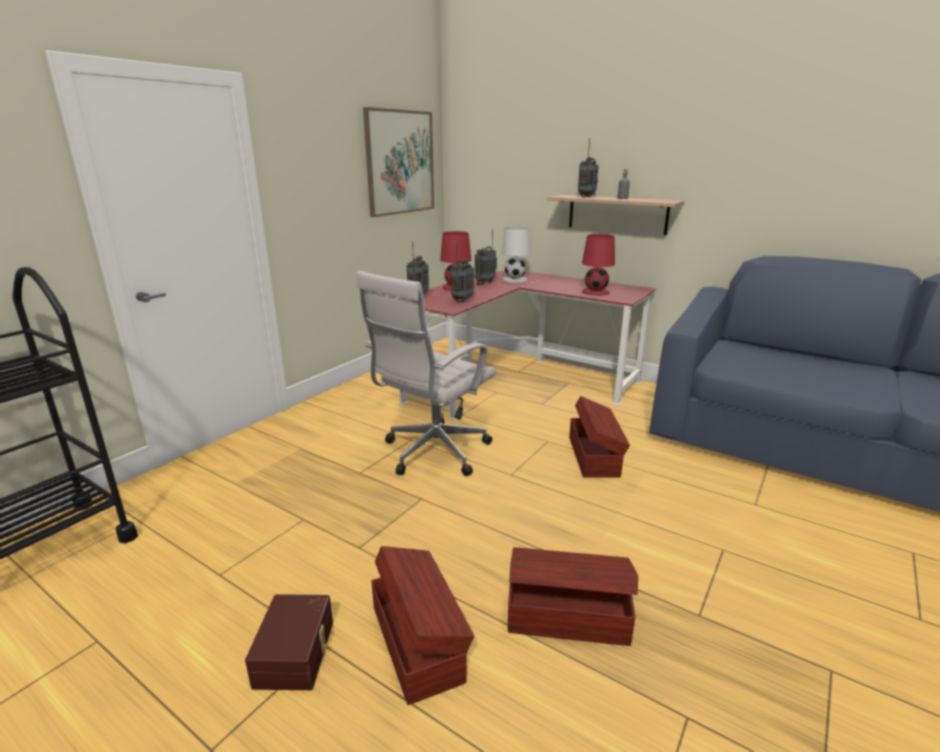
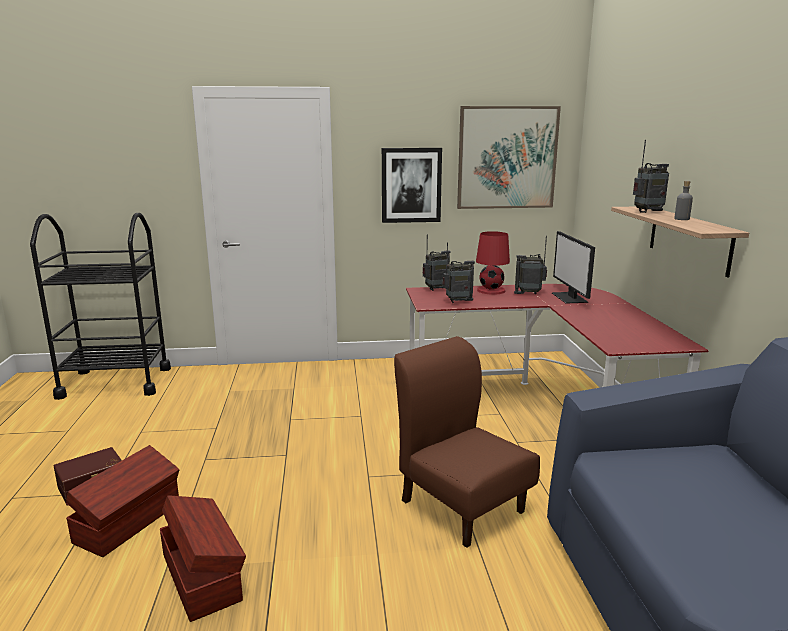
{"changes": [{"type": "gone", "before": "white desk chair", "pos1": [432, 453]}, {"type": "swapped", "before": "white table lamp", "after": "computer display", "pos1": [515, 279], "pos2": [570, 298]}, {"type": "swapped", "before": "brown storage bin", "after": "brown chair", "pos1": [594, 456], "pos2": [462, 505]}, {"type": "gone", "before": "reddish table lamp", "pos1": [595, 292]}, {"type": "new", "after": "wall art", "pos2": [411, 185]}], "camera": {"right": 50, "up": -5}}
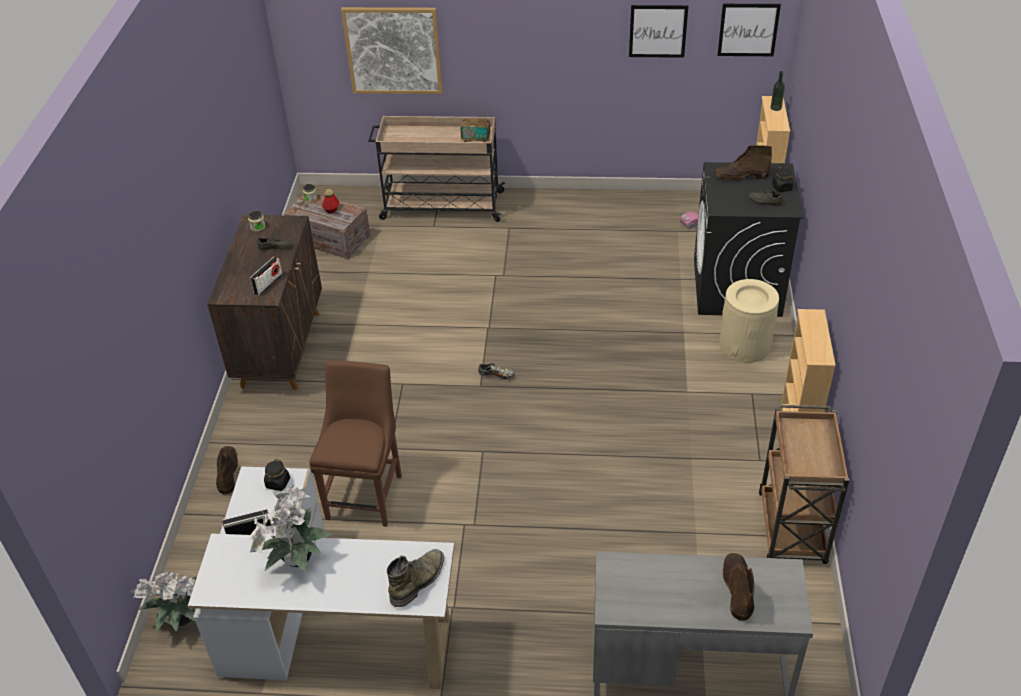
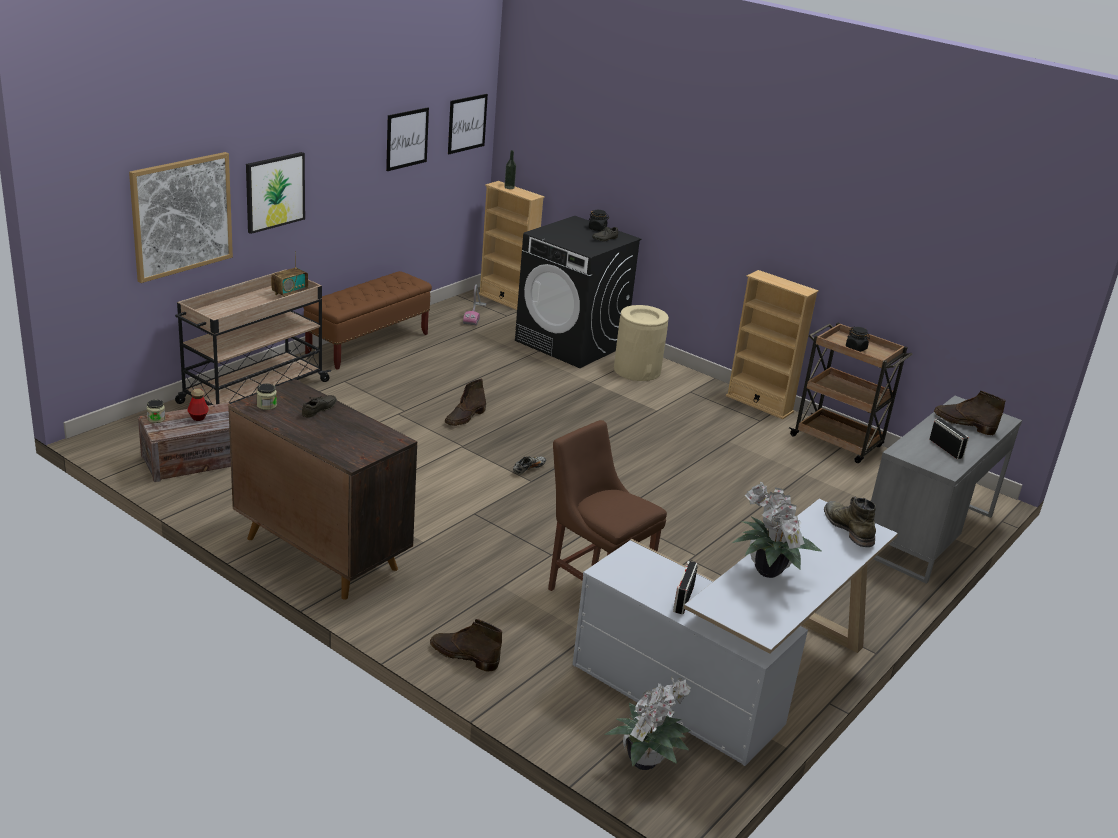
{"changes": [{"type": "shifted", "before": "radio set", "pos1": [268, 284], "pos2": [946, 448]}, {"type": "shifted", "before": "black jar", "pos1": [278, 483], "pos2": [856, 348]}, {"type": "shifted", "before": "brown tall boot", "pos1": [740, 176], "pos2": [465, 417]}, {"type": "new", "after": "wall art", "pos2": [274, 191]}, {"type": "new", "after": "brown bench", "pos2": [368, 344]}], "camera": {"right": -60, "up": -15}}
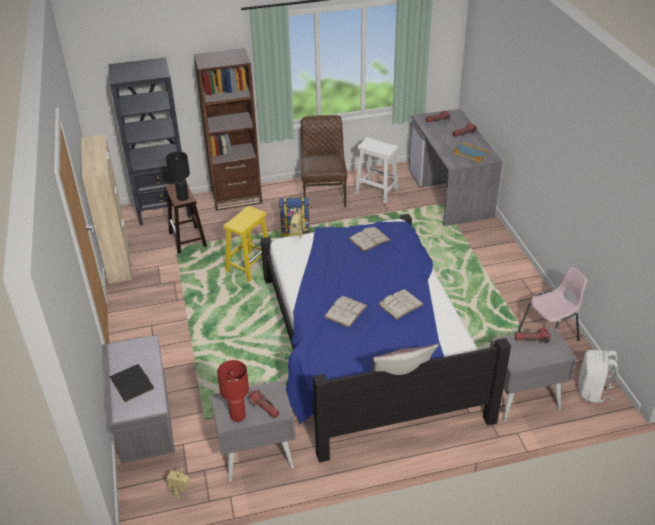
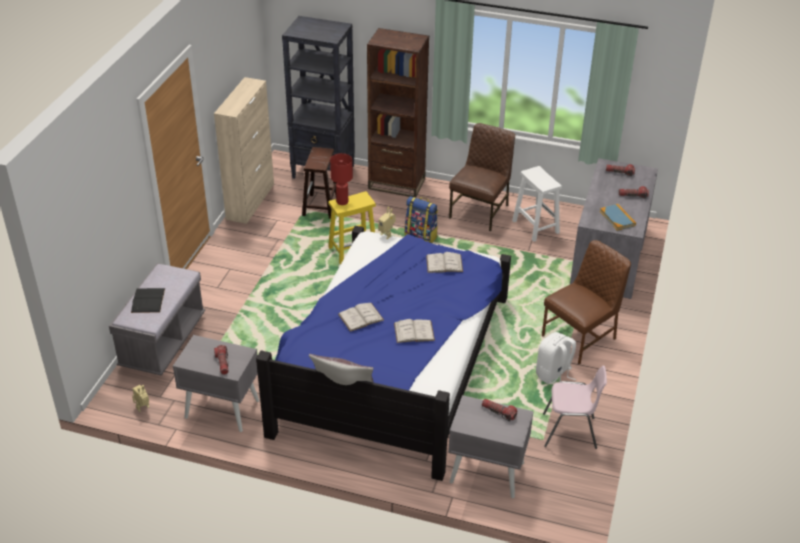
{"changes": [{"type": "gone", "before": "black table lamp", "pos1": [183, 198]}, {"type": "shifted", "before": "reddish table lamp", "pos1": [238, 415], "pos2": [342, 202]}, {"type": "shifted", "before": "white backpack", "pos1": [592, 391], "pos2": [553, 375]}, {"type": "new", "after": "brown chair", "pos2": [580, 337]}], "camera": {"right": 30, "up": 0}}
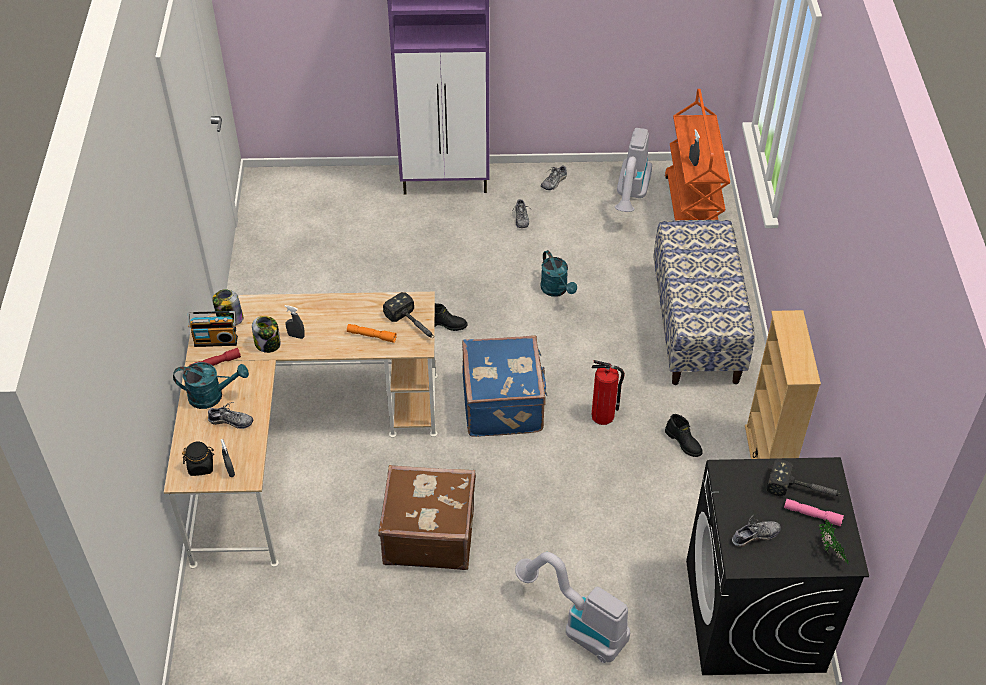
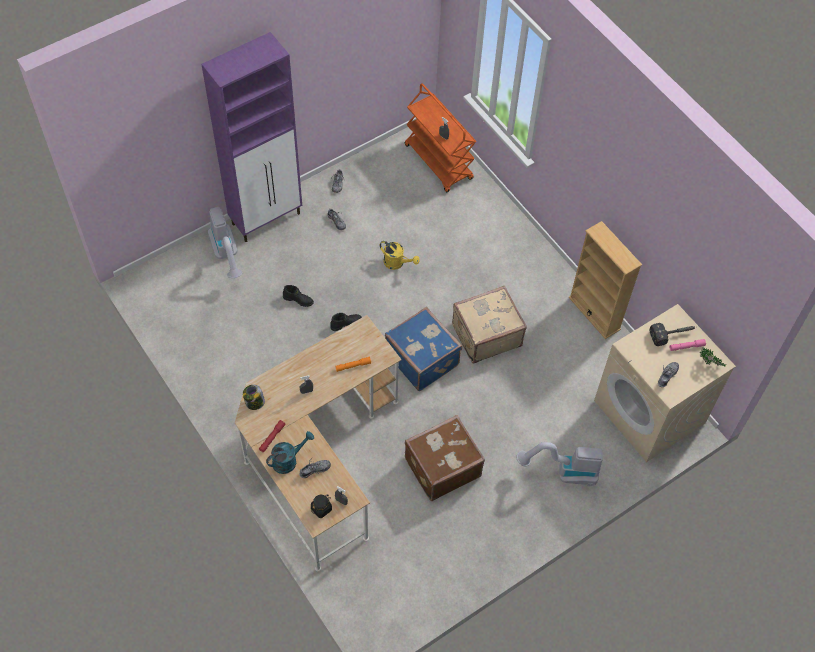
{"changes": [{"type": "gone", "before": "radio set", "pos1": [216, 340]}, {"type": "gone", "before": "jar", "pos1": [268, 344]}, {"type": "gone", "before": "hammer", "pos1": [413, 325]}, {"type": "repainted", "before": "turquoise-coloured sprinkling can", "after": "yellowish sprinkling can", "pos1": [556, 290], "pos2": [397, 263]}, {"type": "swapped", "before": "extinguisher", "after": "sand-coloured suitcase", "pos1": [603, 416], "pos2": [485, 334]}, {"type": "shifted", "before": "vacuum", "pos1": [631, 196], "pos2": [227, 256]}, {"type": "gone", "before": "bench", "pos1": [697, 327]}, {"type": "shifted", "before": "black tall boot", "pos1": [684, 442], "pos2": [298, 299]}, {"type": "repainted", "before": "black laundry machine", "after": "sand-coloured laundry machine", "pos1": [755, 616], "pos2": [650, 412]}], "camera": {"right": -35, "up": 10}}
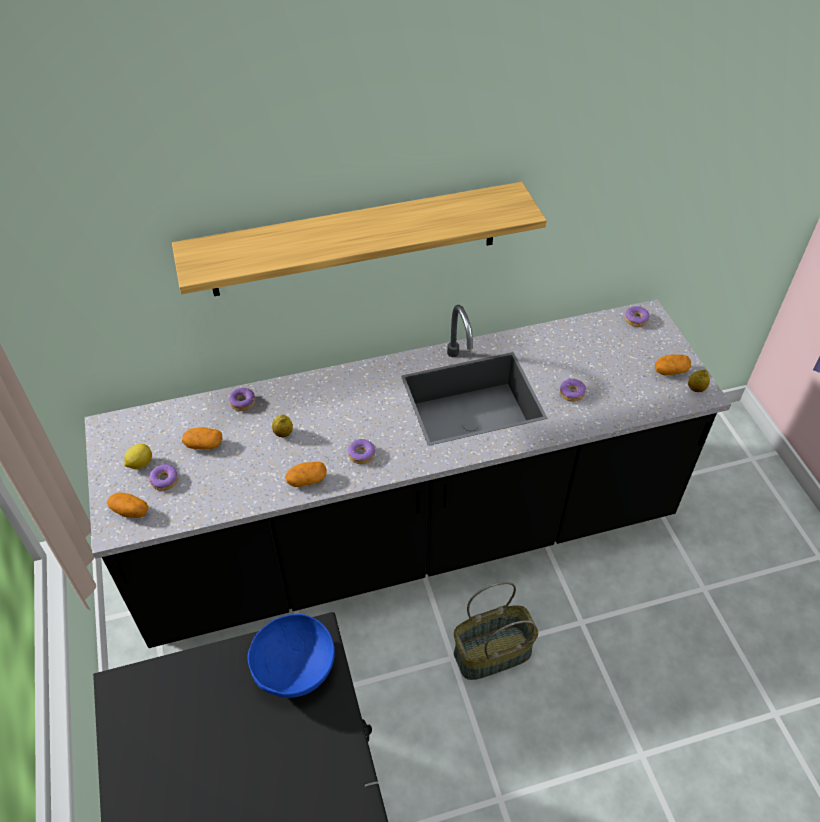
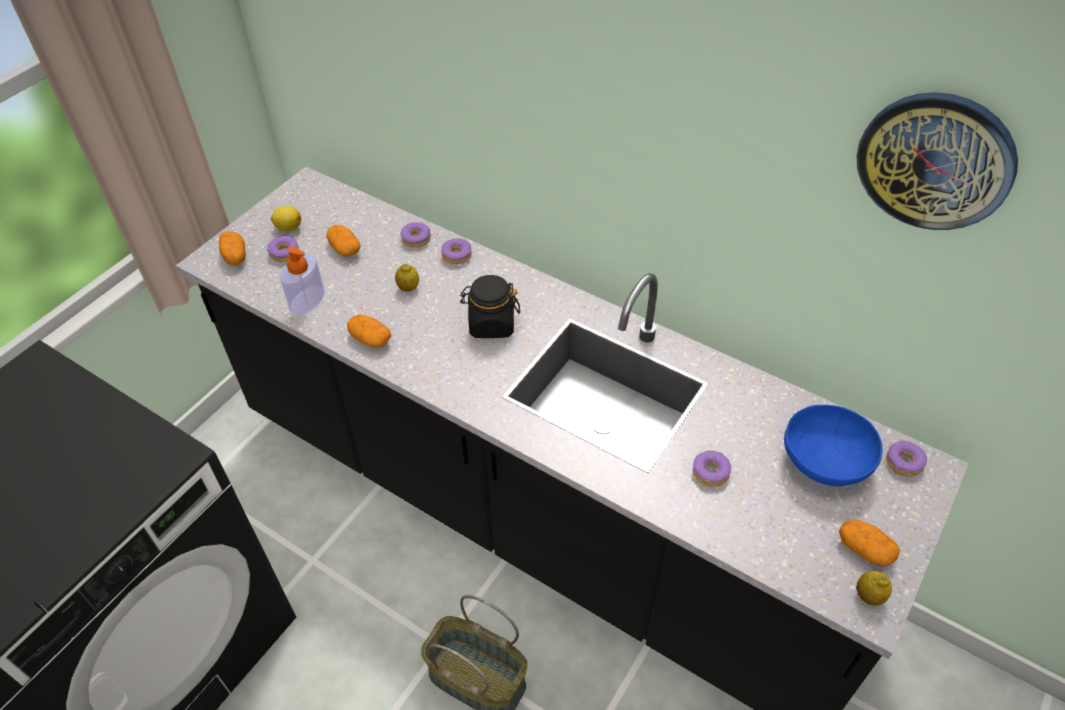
{"changes": [{"type": "gone", "before": "bracket shelf", "pos1": [355, 240]}, {"type": "shifted", "before": "bluish bowl", "pos1": [295, 669], "pos2": [824, 463]}, {"type": "shifted", "before": "doughnut", "pos1": [361, 454], "pos2": [457, 255]}, {"type": "new", "after": "soap dispenser", "pos2": [307, 300]}, {"type": "new", "after": "black jar", "pos2": [491, 324]}, {"type": "new", "after": "clock on the wall", "pos2": [935, 161]}], "camera": {"right": 50, "up": 0}}
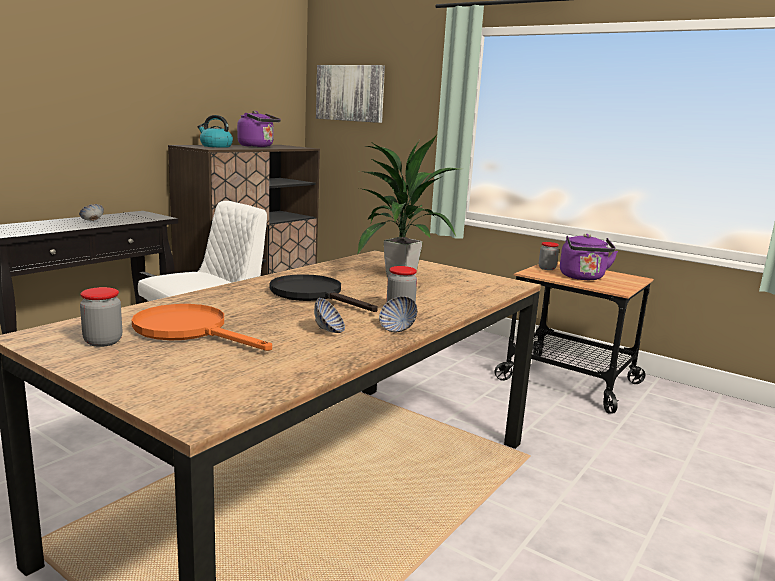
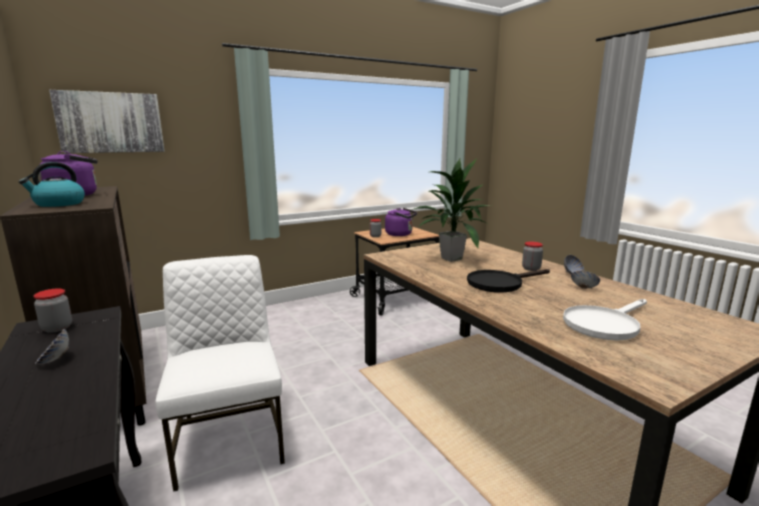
{"changes": [{"type": "shifted", "before": "jar", "pos1": [103, 342], "pos2": [57, 328]}, {"type": "repainted", "before": "orange skillet", "after": "white skillet", "pos1": [190, 331], "pos2": [604, 324]}], "camera": {"right": -65, "up": 0}}
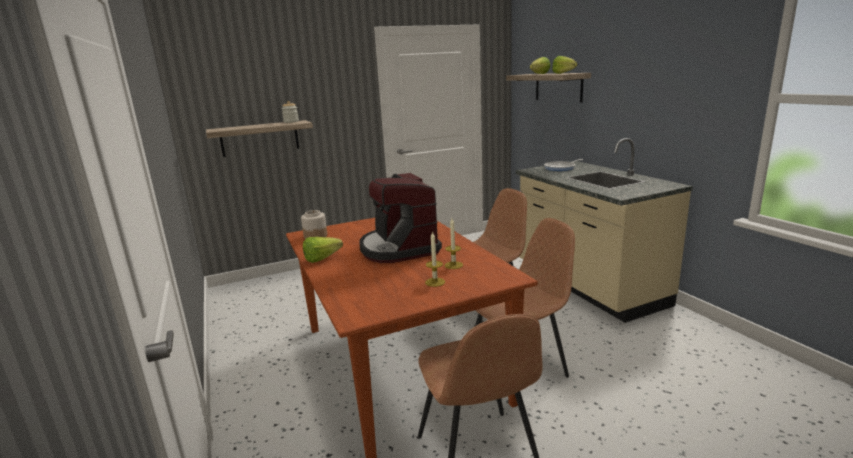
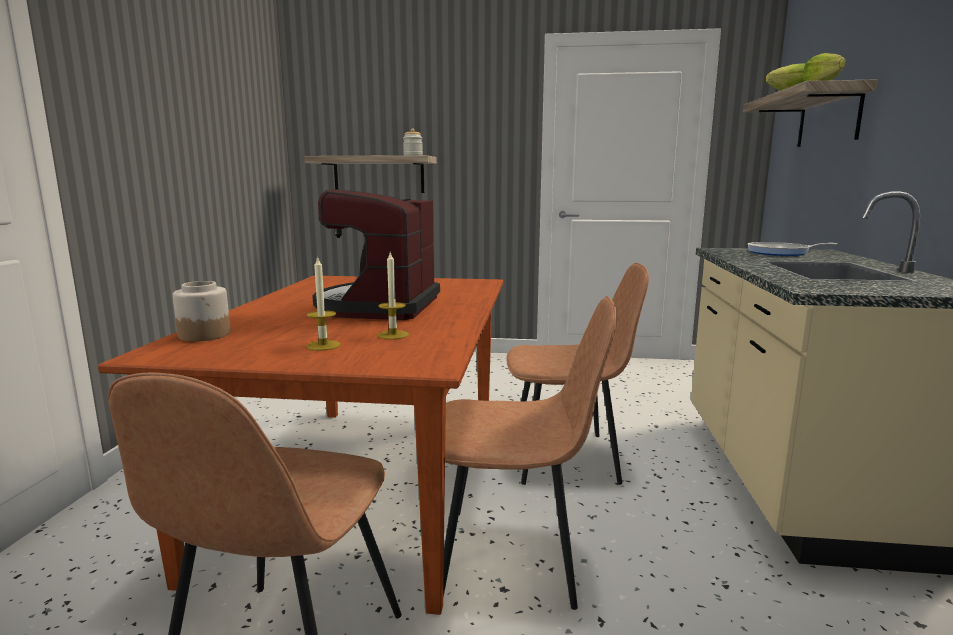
{"changes": [{"type": "shifted", "before": "jar", "pos1": [315, 236], "pos2": [205, 335]}, {"type": "gone", "before": "lettuce", "pos1": [325, 258]}], "camera": {"right": 30, "up": -5}}
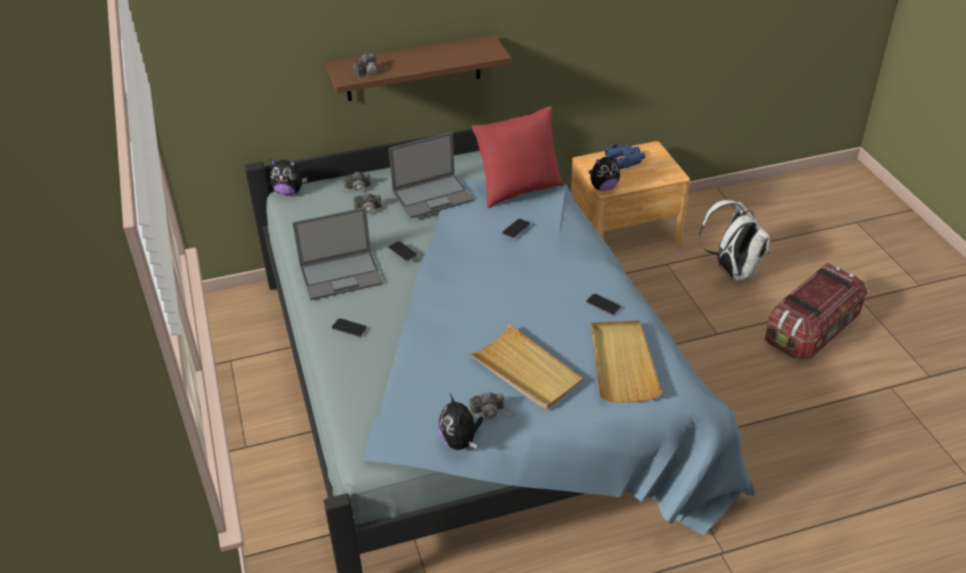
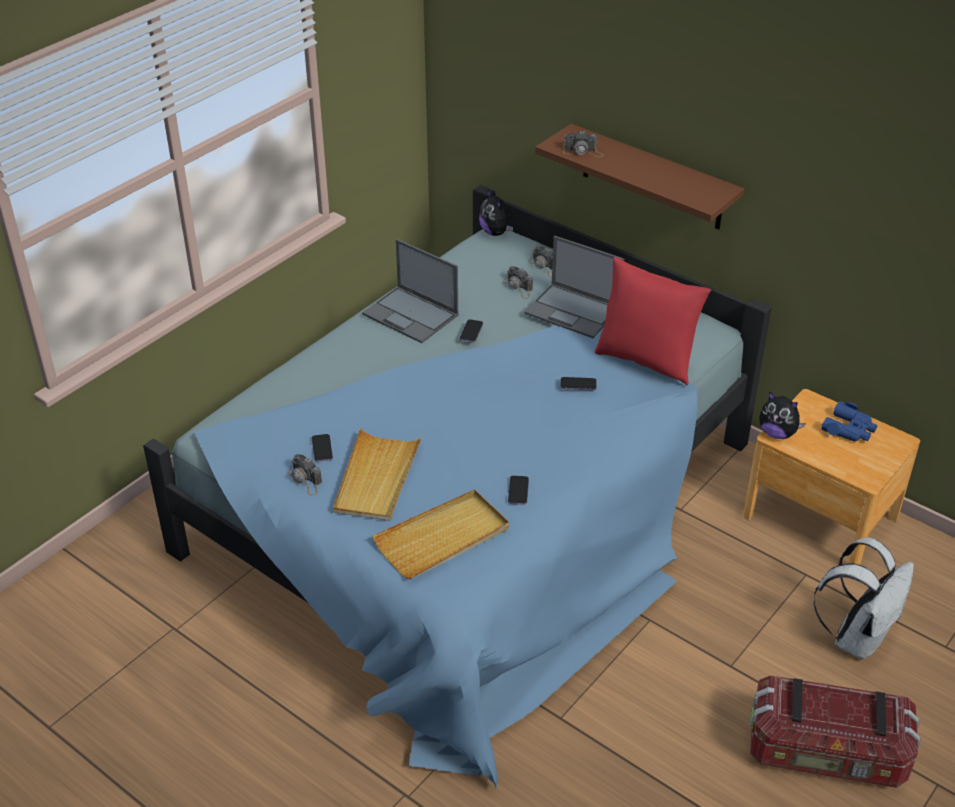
{"changes": [{"type": "shifted", "before": "phone", "pos1": [349, 329], "pos2": [322, 449]}, {"type": "gone", "before": "soft toy", "pos1": [460, 441]}], "camera": {"right": 55, "up": 0}}
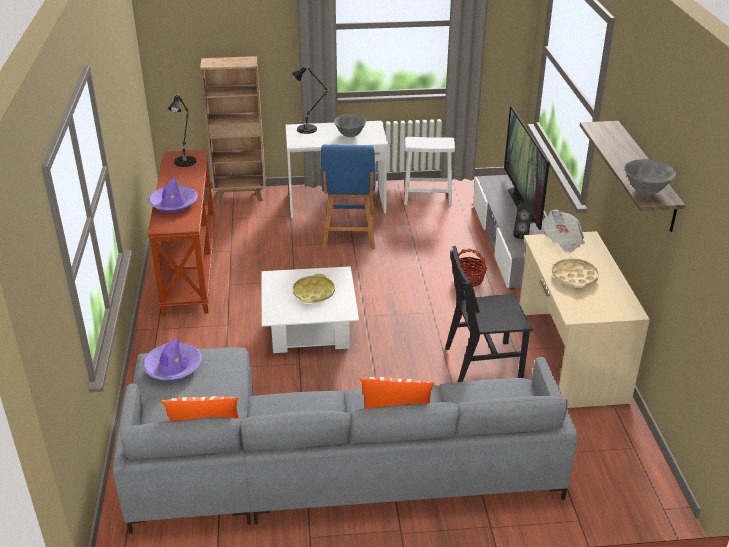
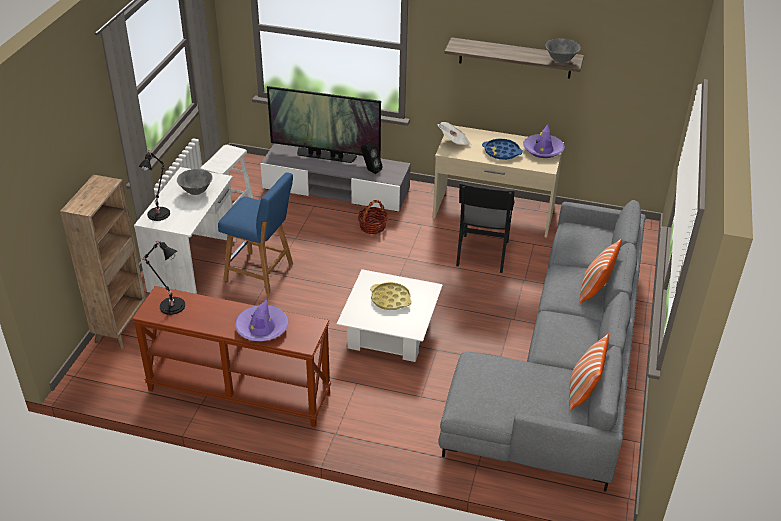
{"changes": [{"type": "shifted", "before": "purplish wearable hat", "pos1": [173, 367], "pos2": [543, 150]}, {"type": "repainted", "before": "sand-coloured carrying tray", "after": "bluish carrying tray", "pos1": [574, 276], "pos2": [501, 152]}], "camera": {"right": -70, "up": 5}}
